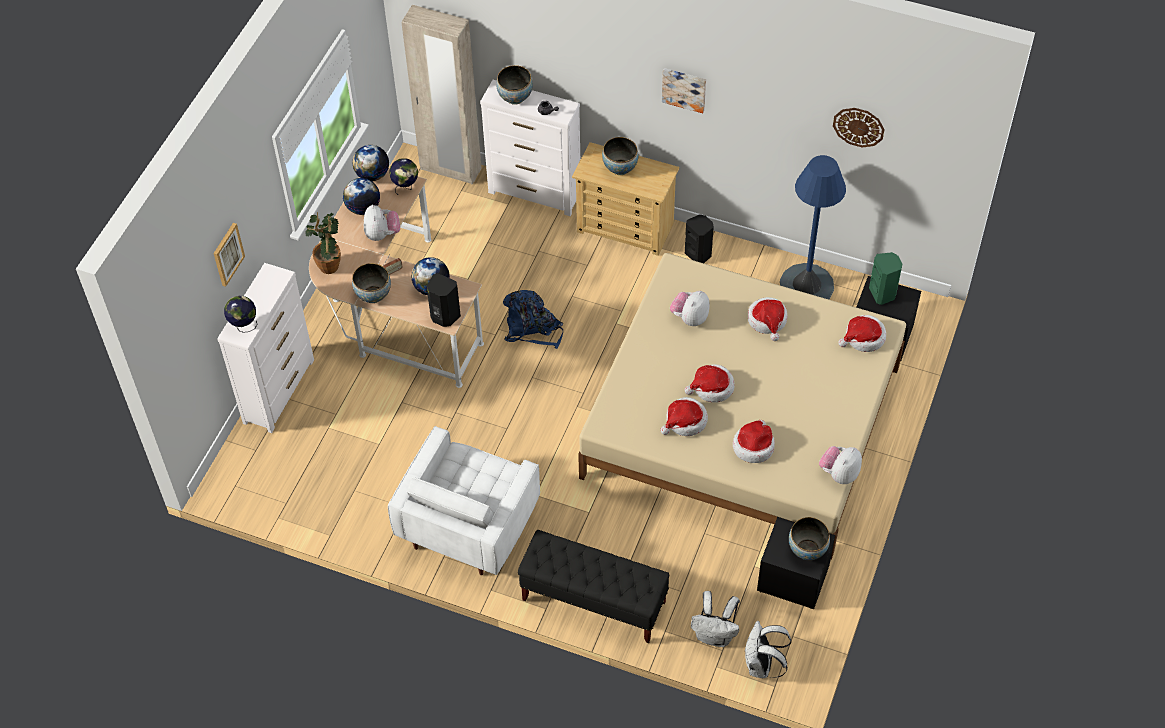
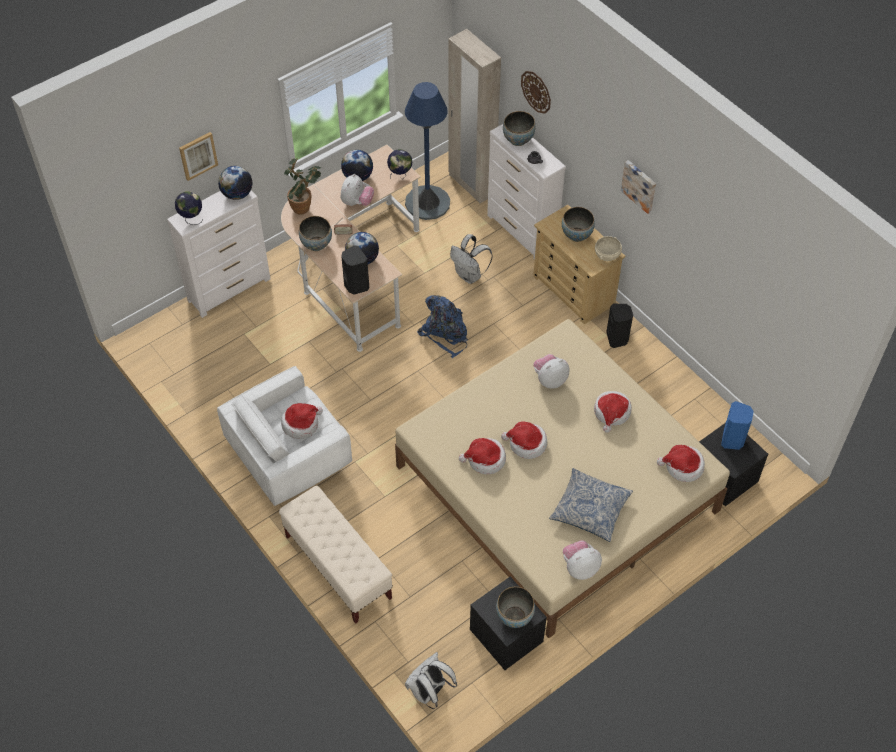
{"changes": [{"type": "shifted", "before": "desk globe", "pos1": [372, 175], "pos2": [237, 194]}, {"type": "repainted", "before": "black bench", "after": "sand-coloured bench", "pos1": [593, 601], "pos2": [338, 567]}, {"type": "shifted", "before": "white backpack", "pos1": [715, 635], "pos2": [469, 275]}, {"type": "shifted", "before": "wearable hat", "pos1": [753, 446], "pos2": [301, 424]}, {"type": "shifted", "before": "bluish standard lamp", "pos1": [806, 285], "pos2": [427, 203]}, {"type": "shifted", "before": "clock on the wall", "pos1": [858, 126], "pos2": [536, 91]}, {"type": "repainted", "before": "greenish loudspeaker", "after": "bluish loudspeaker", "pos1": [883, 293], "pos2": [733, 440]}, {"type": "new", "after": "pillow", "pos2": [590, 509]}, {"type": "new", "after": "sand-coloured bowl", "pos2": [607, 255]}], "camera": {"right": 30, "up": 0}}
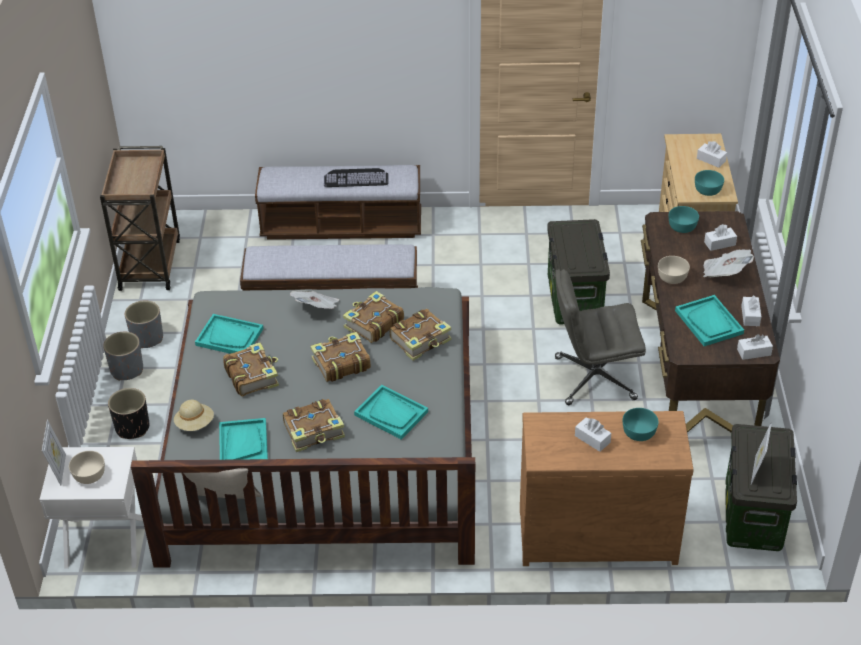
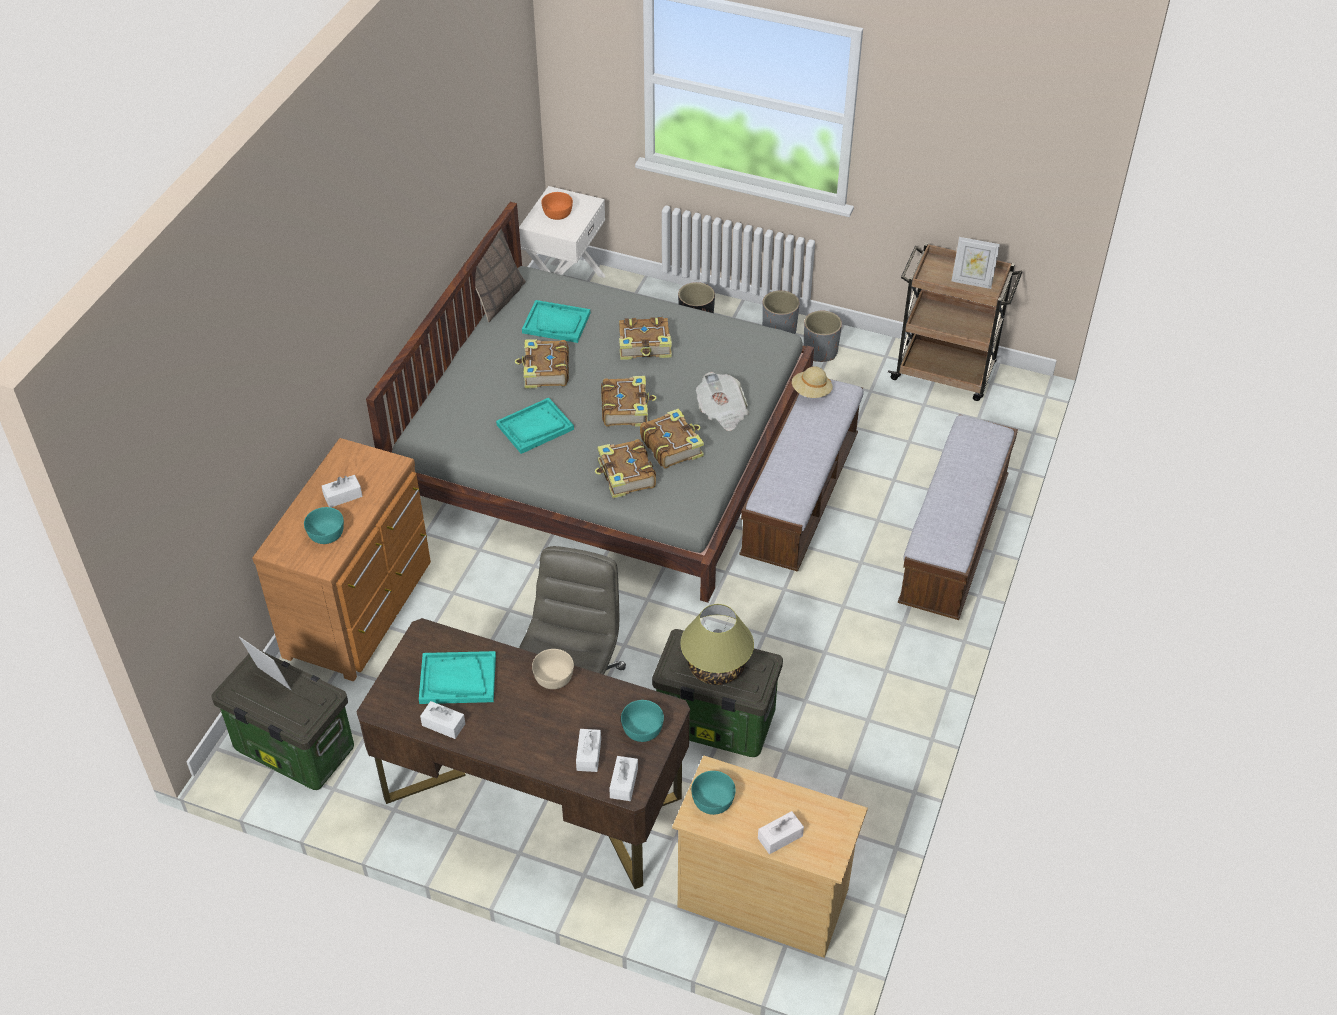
{"changes": [{"type": "shifted", "before": "picture frame", "pos1": [59, 470], "pos2": [971, 282]}, {"type": "repainted", "before": "sand-coloured bowl", "after": "orange bowl", "pos1": [89, 475], "pos2": [558, 213]}, {"type": "shifted", "before": "sand-coloured wearable hat", "pos1": [195, 424], "pos2": [811, 392]}, {"type": "gone", "before": "turquoise-coloured carrying tray", "pos1": [229, 337]}, {"type": "gone", "before": "keyboard", "pos1": [356, 177]}, {"type": "gone", "before": "newspaper", "pos1": [724, 273]}, {"type": "shifted", "before": "white tissue box", "pos1": [754, 352], "pos2": [624, 783]}, {"type": "new", "after": "table lamp", "pos2": [717, 667]}], "camera": {"right": 110, "up": 5}}
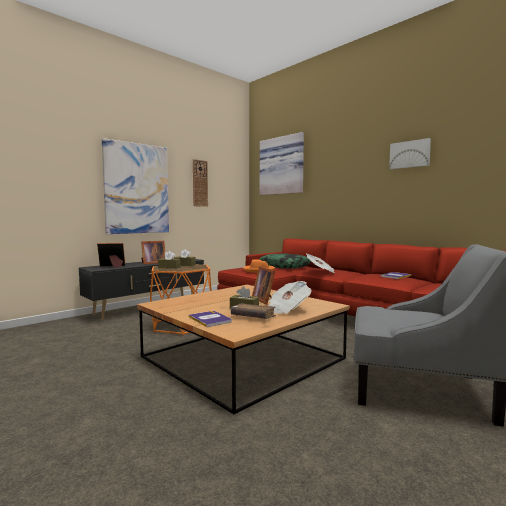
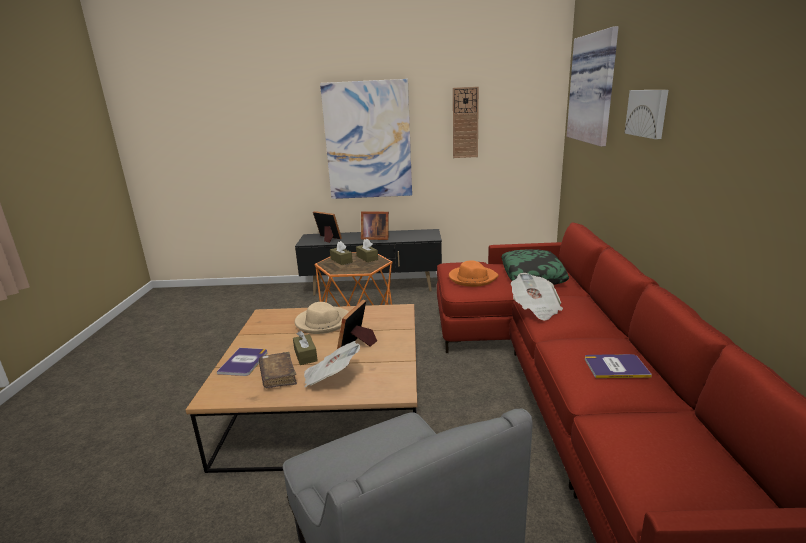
{"changes": [{"type": "shifted", "before": "wall art", "pos1": [410, 154], "pos2": [648, 113]}, {"type": "new", "after": "sand-coloured wearable hat", "pos2": [322, 322]}], "camera": {"right": 45, "up": 15}}
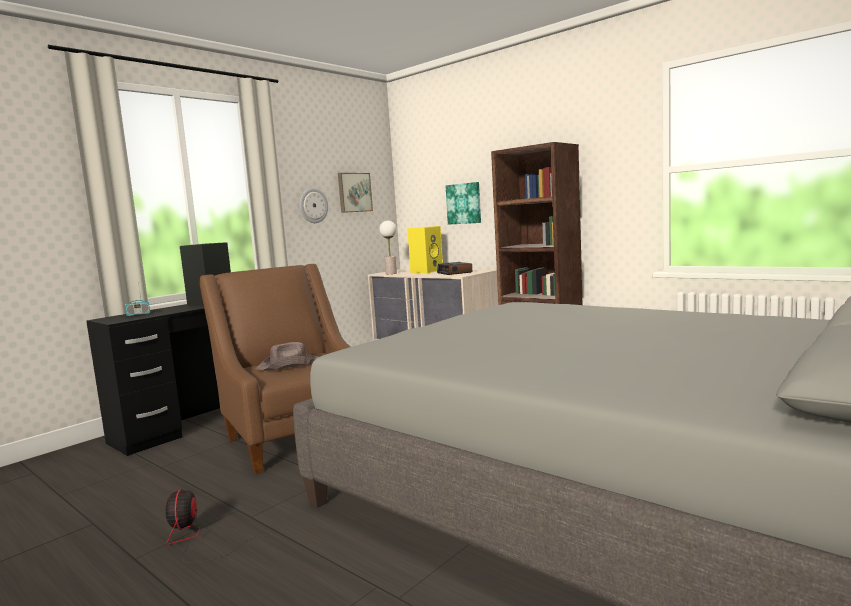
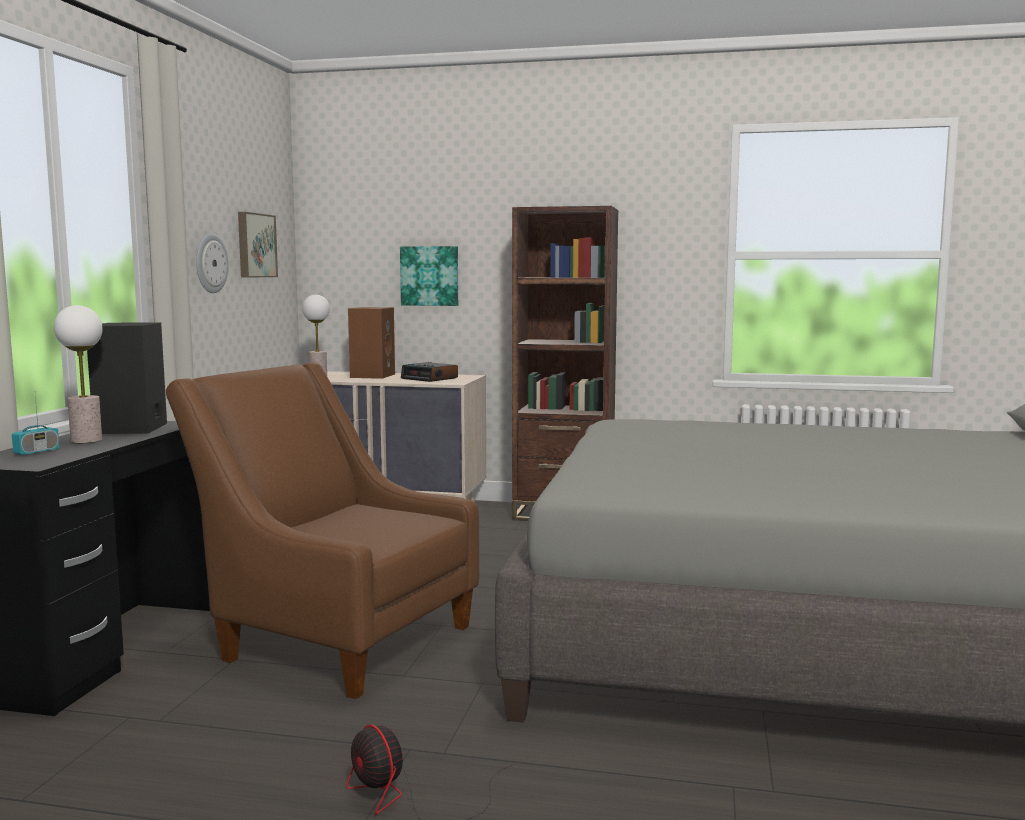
{"changes": [{"type": "gone", "before": "brown wearable hat", "pos1": [290, 365]}, {"type": "repainted", "before": "yellowish loudspeaker", "after": "brown loudspeaker", "pos1": [426, 271], "pos2": [372, 375]}, {"type": "new", "after": "table lamp", "pos2": [86, 440]}], "camera": {"right": -30, "up": 0}}
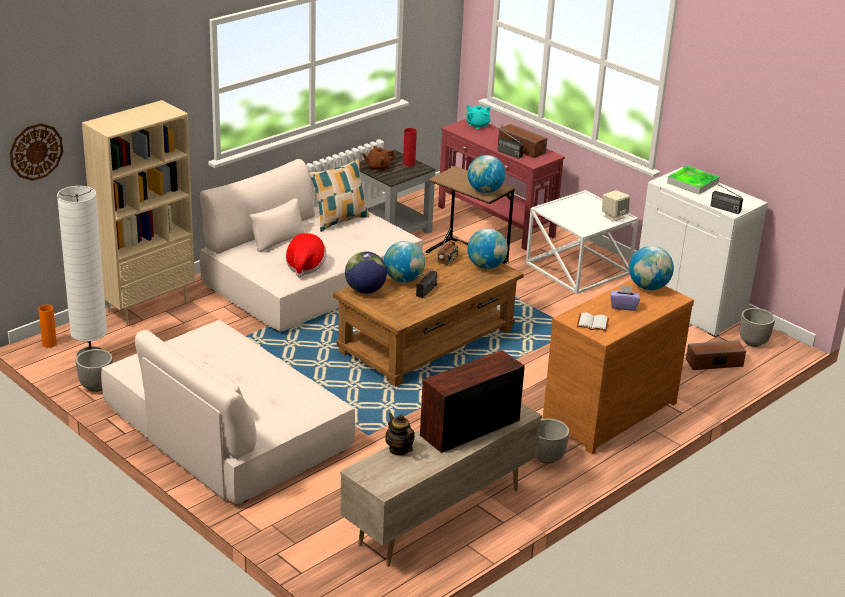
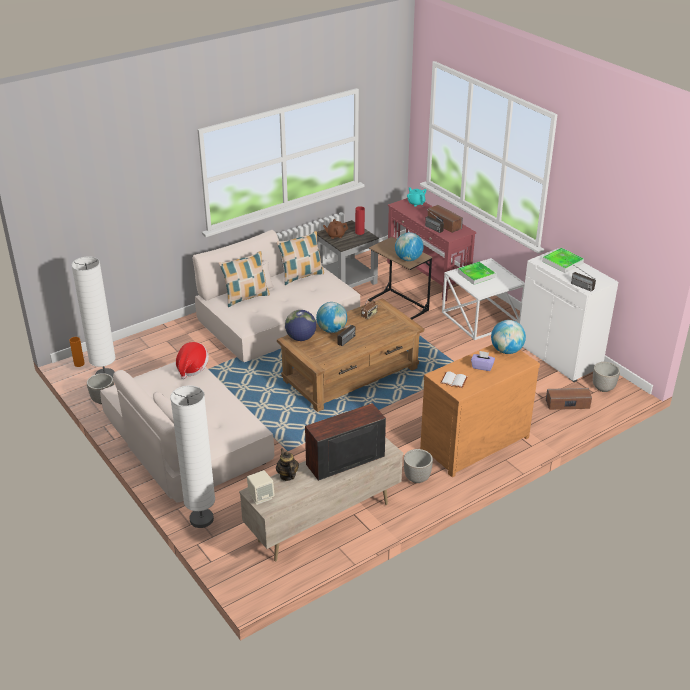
{"changes": [{"type": "gone", "before": "clock on the wall", "pos1": [36, 151]}, {"type": "gone", "before": "sand-coloured shelving unit", "pos1": [147, 306]}, {"type": "shifted", "before": "wearable hat", "pos1": [305, 266], "pos2": [192, 368]}, {"type": "gone", "before": "desk globe", "pos1": [486, 266]}, {"type": "shifted", "before": "sand-coloured loudspeaker", "pos1": [614, 216], "pos2": [261, 497]}, {"type": "new", "after": "white standard lamp", "pos2": [201, 519]}, {"type": "new", "after": "pillow", "pos2": [246, 297]}, {"type": "new", "after": "carrying tray", "pos2": [476, 275]}], "camera": {"right": 10, "up": 5}}
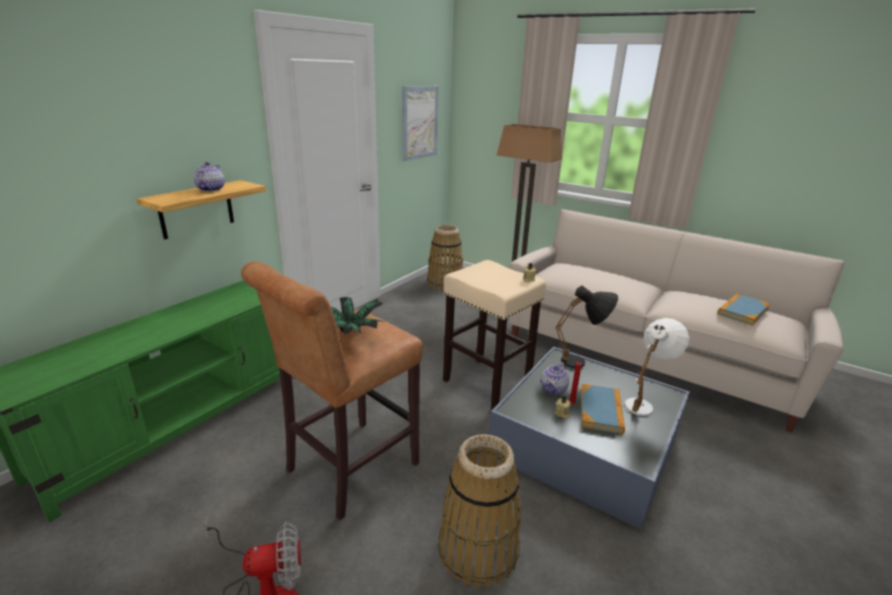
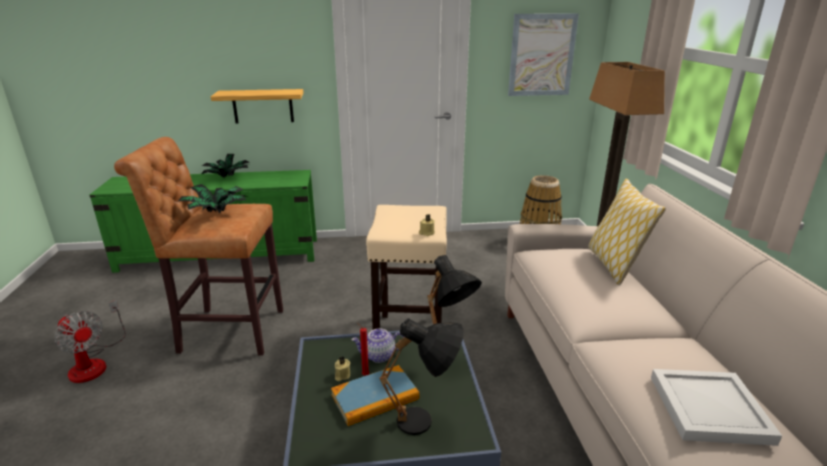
{"changes": [{"type": "gone", "before": "tea pot", "pos1": [210, 189]}, {"type": "gone", "before": "storage basket", "pos1": [477, 549]}, {"type": "repainted", "before": "white table lamp", "after": "black table lamp", "pos1": [644, 403], "pos2": [427, 423]}, {"type": "swapped", "before": "book", "after": "white carrying tray", "pos1": [742, 311], "pos2": [707, 407]}, {"type": "new", "after": "plant in a pot", "pos2": [228, 178]}, {"type": "new", "after": "pillow", "pos2": [614, 265]}], "camera": {"right": 50, "up": 0}}
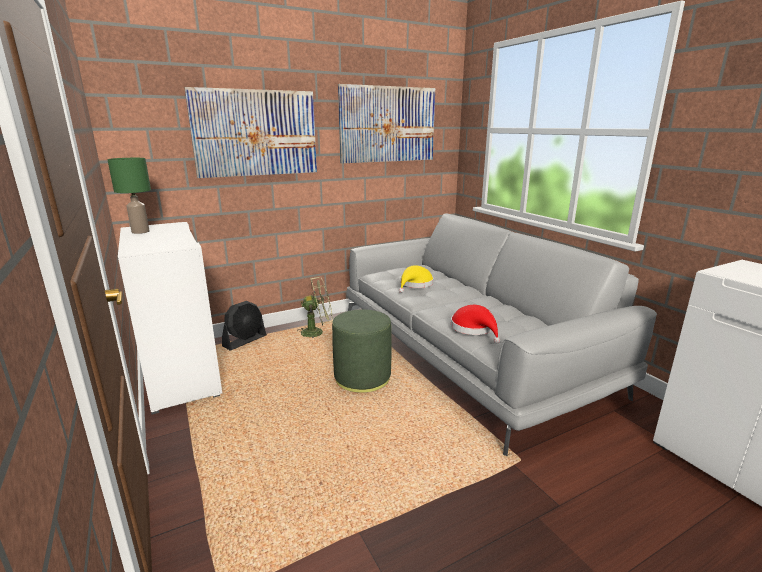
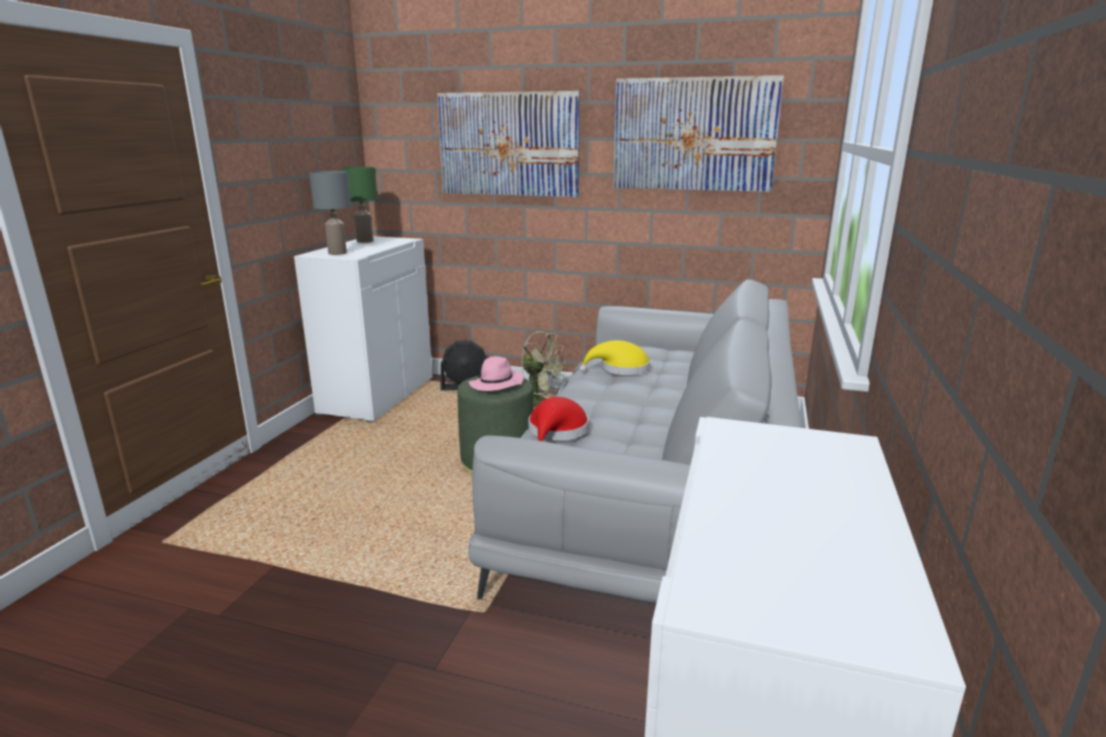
{"changes": [{"type": "new", "after": "grey table lamp", "pos2": [337, 253]}, {"type": "new", "after": "pinkish wearable hat", "pos2": [496, 384]}], "camera": {"right": 45, "up": 0}}
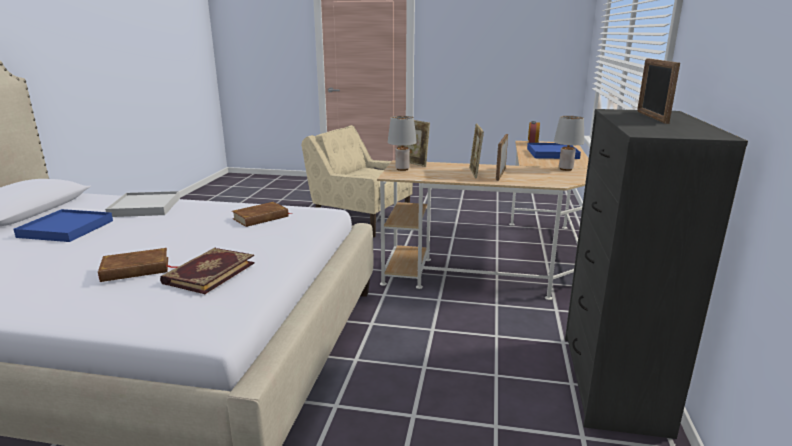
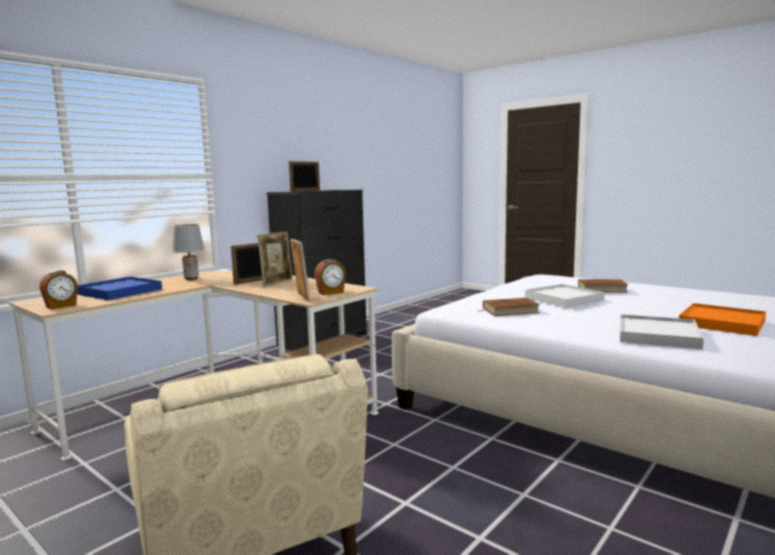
{"changes": [{"type": "repainted", "before": "bluish carrying tray", "after": "orange carrying tray", "pos1": [66, 229], "pos2": [721, 323]}, {"type": "gone", "before": "book", "pos1": [208, 273]}, {"type": "swapped", "before": "grey table lamp", "after": "table clock", "pos1": [402, 169], "pos2": [331, 292]}, {"type": "new", "after": "white carrying tray", "pos2": [563, 299]}], "camera": {"right": -150, "up": -10}}
